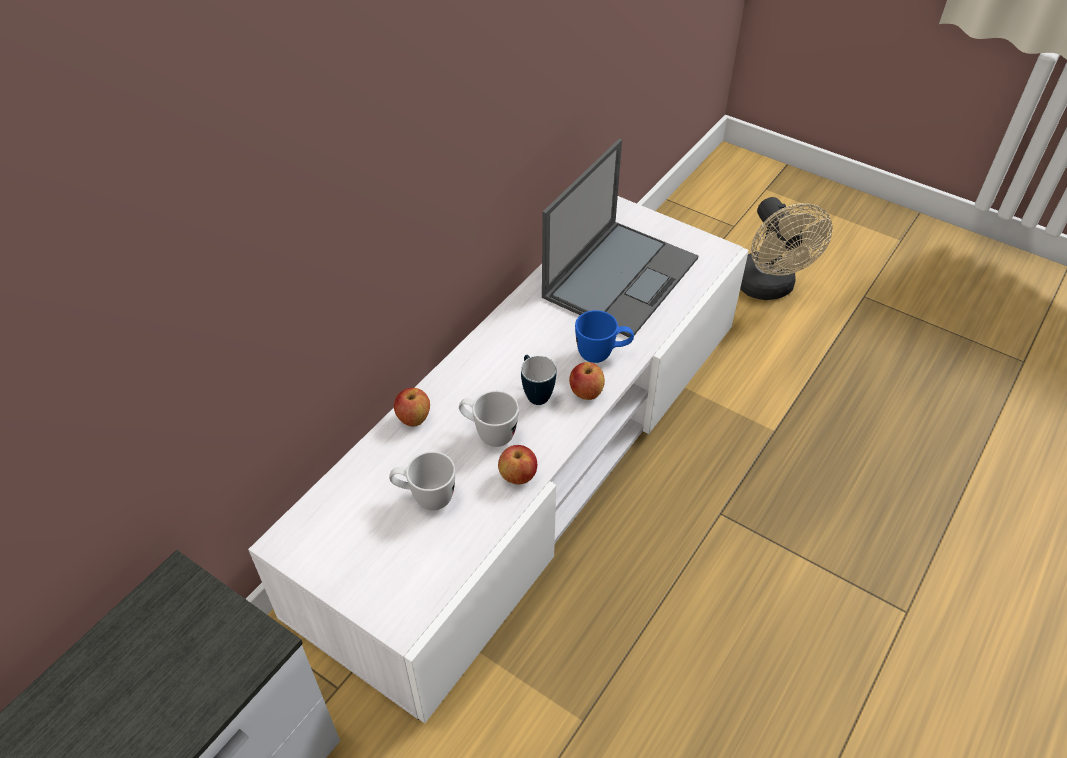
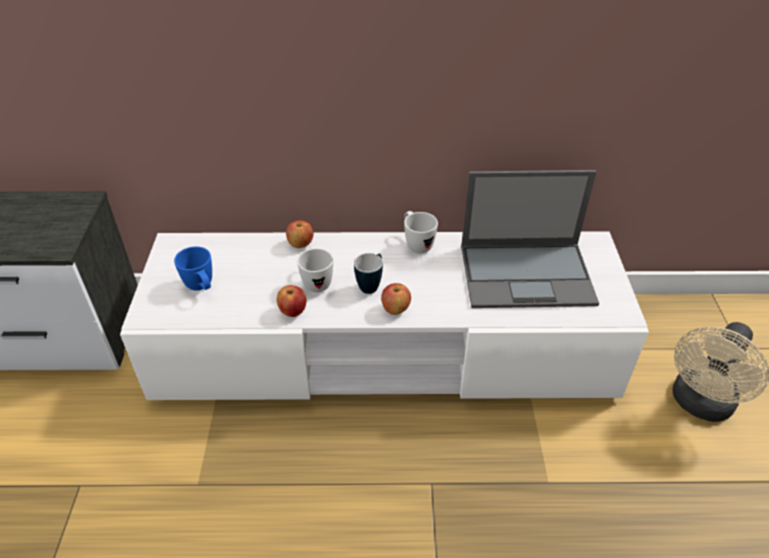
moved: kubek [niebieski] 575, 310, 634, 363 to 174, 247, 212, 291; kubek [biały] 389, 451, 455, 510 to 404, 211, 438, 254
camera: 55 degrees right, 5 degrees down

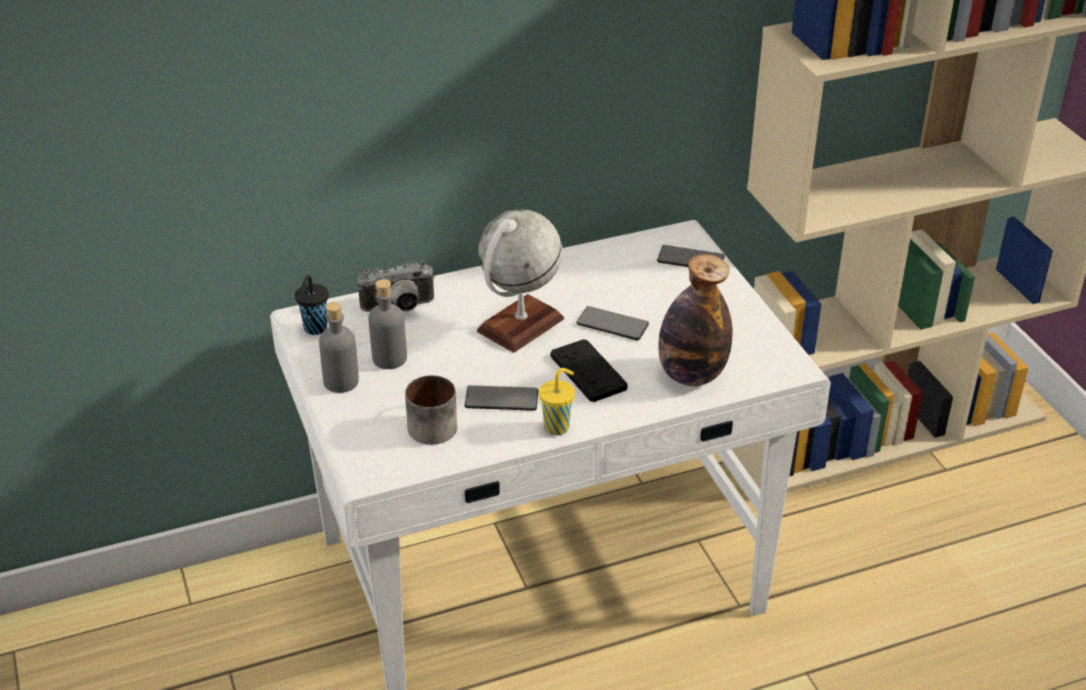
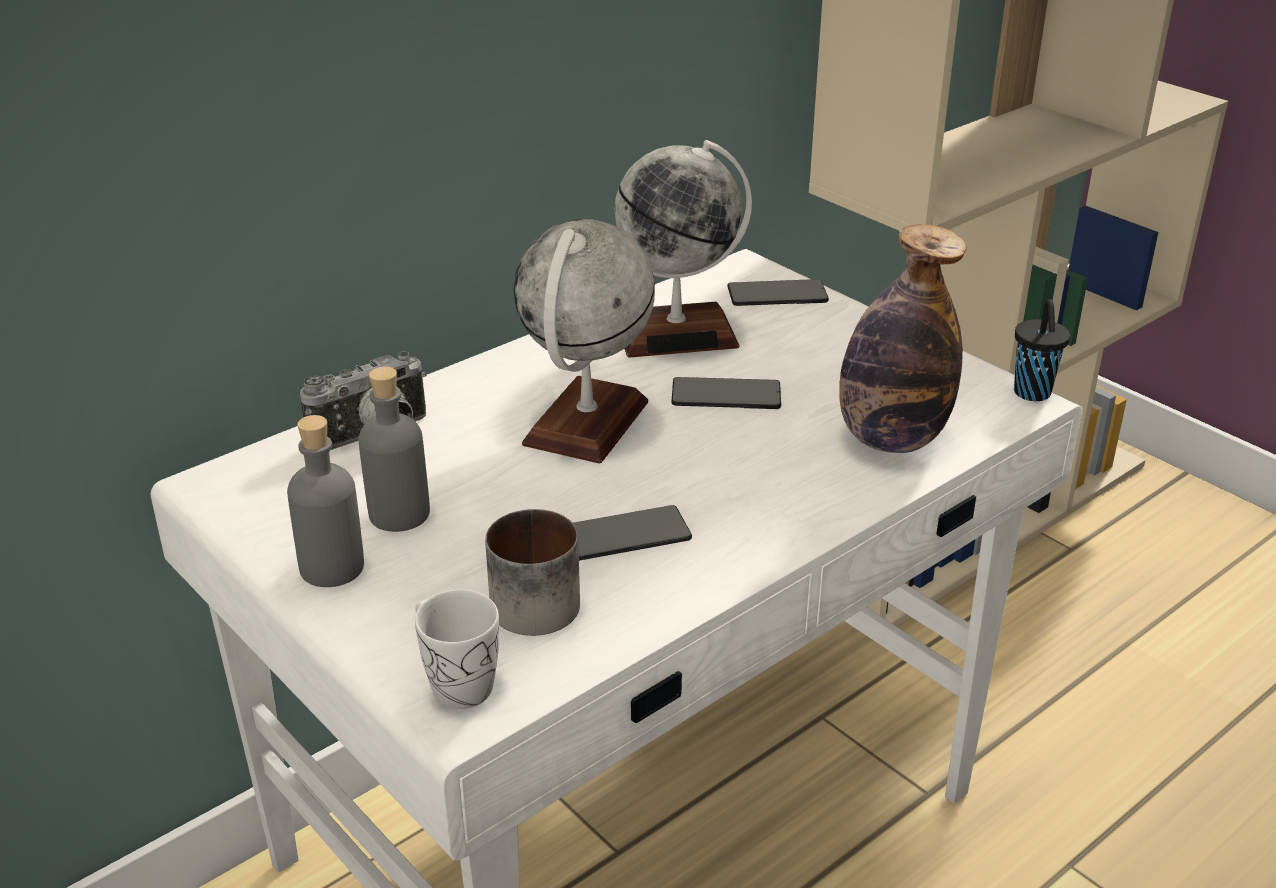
removed: filiżanka [żółty] 539, 368, 575, 435; pad do gier [czarny] 551, 339, 628, 402
added: kubek [biały] 415, 590, 499, 709; globus 615, 140, 752, 358
moved: filiżanka [czarny] 295, 275, 329, 335 to 1014, 299, 1070, 401
camera: 20 degrees left, 5 degrees down

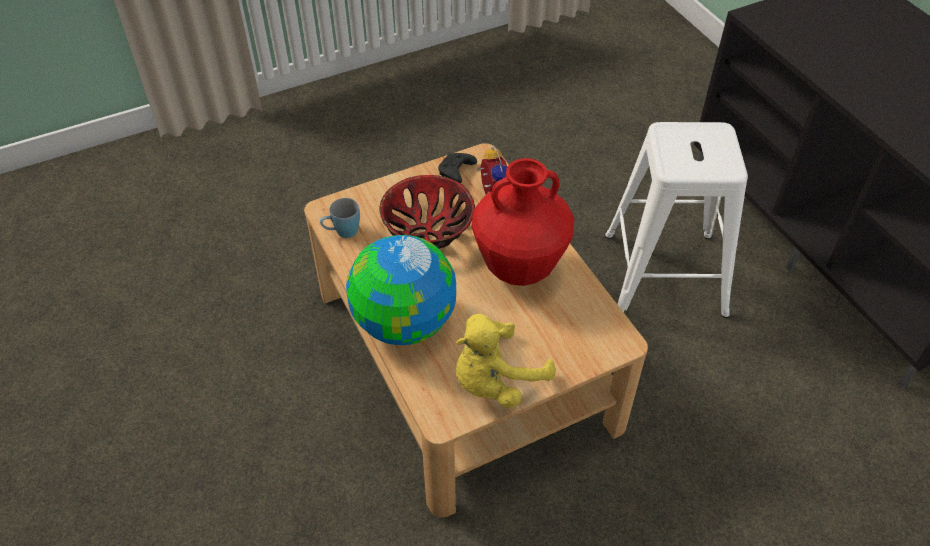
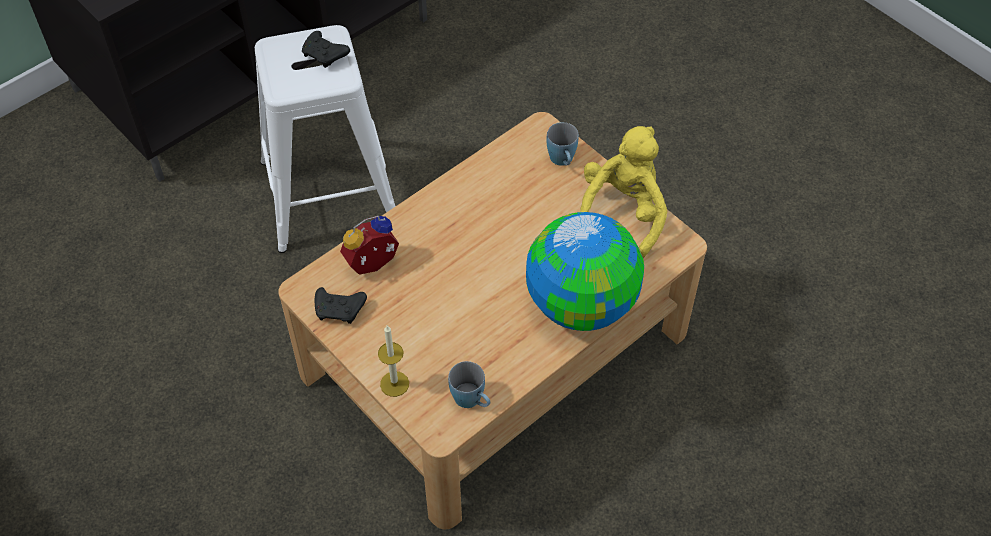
removed: miska 379, 175, 475, 249; wazon [czerwony] 472, 158, 574, 286
added: pad do gier [czarny] 302, 31, 350, 68; świeca 378, 326, 409, 397; kubek [niebieski] 547, 122, 579, 166
turned: pluszak [żółty] 456, 314, 556, 408 = 580, 126, 667, 258 105 degrees counterclockwise
camera: 105 degrees left, 5 degrees up

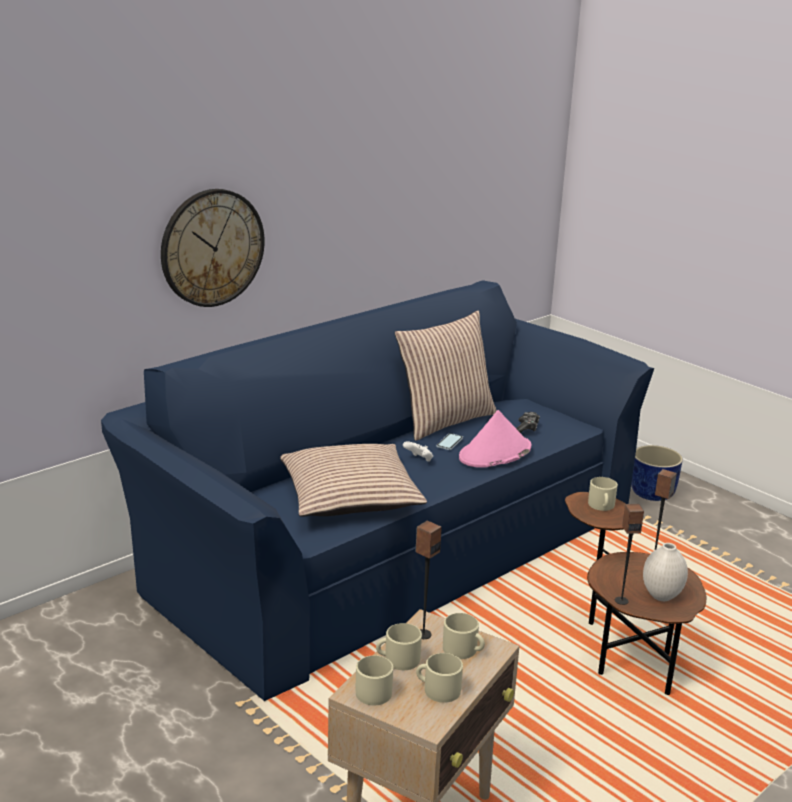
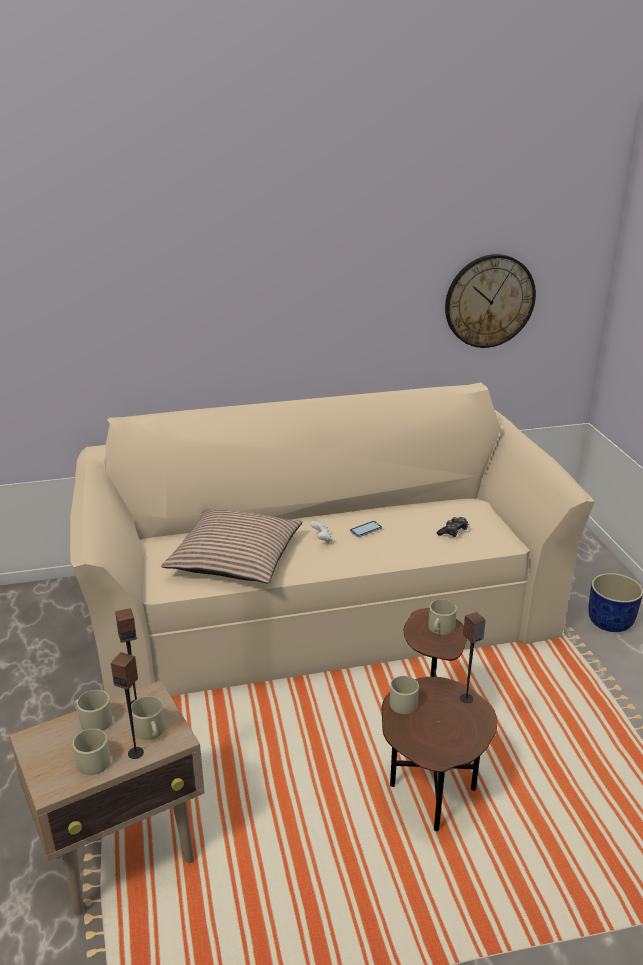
removed: poduszka 395, 310, 497, 441; kapelusz [różowy] 459, 410, 532, 468; wazon [biały] 643, 543, 688, 601
moved: głośnik 615, 504, 644, 605 to 111, 652, 144, 759; kubek [beżowy] 356, 655, 393, 705 to 390, 676, 419, 714; zegar ścienny 161, 189, 265, 307 to 445, 254, 536, 348
recoloured: kanapa [niebieski] 101, 280, 654, 701 to kanapa [beżowy] 70, 382, 595, 698
camera: 30 degrees right, 5 degrees up

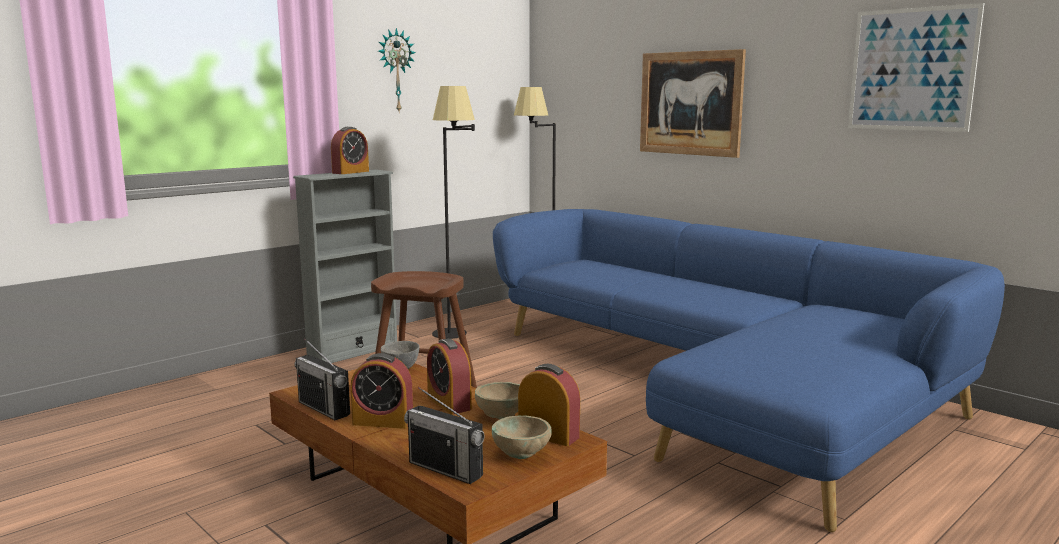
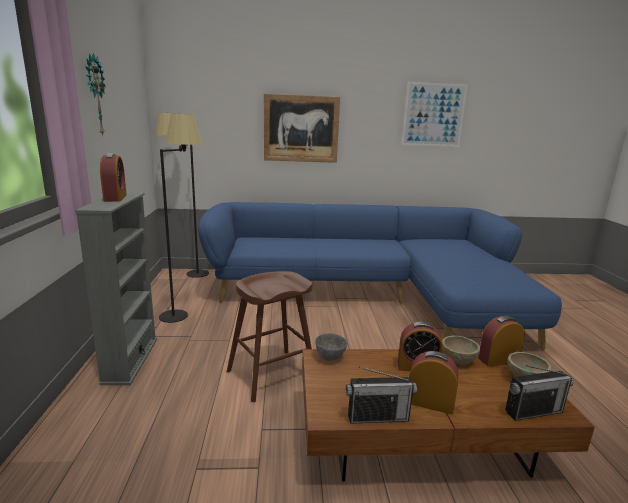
turned: budzik 350, 353, 413, 429 = 409, 351, 458, 415 120 degrees counterclockwise
camera: 50 degrees left, 5 degrees up

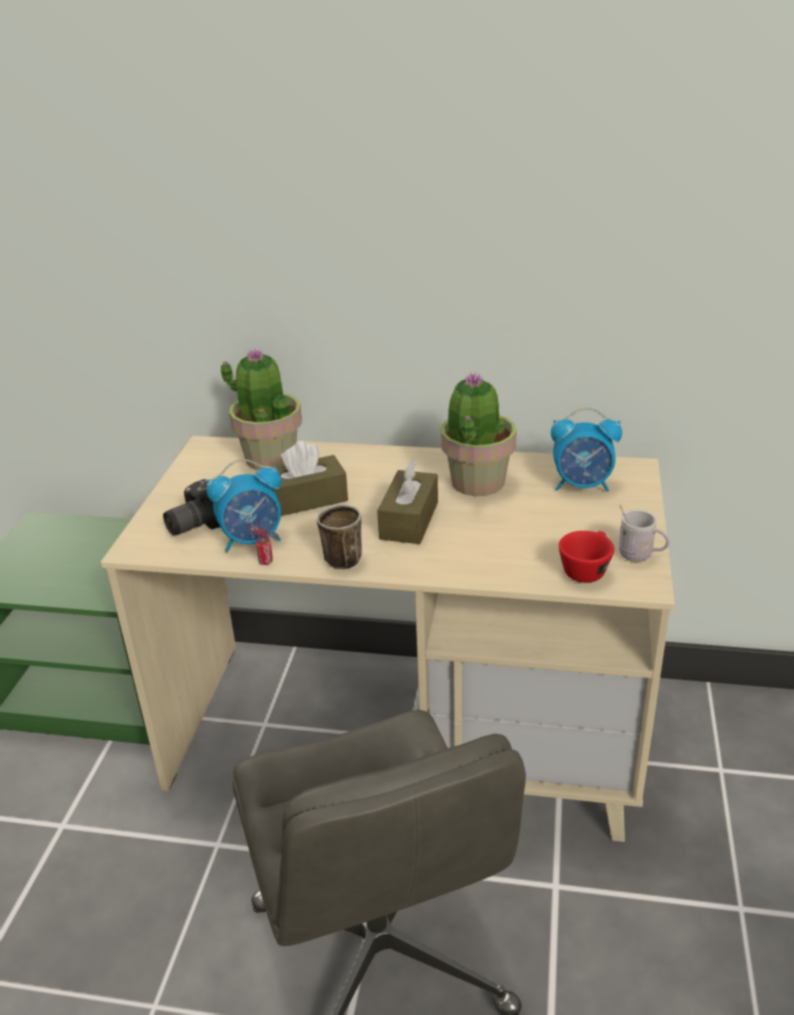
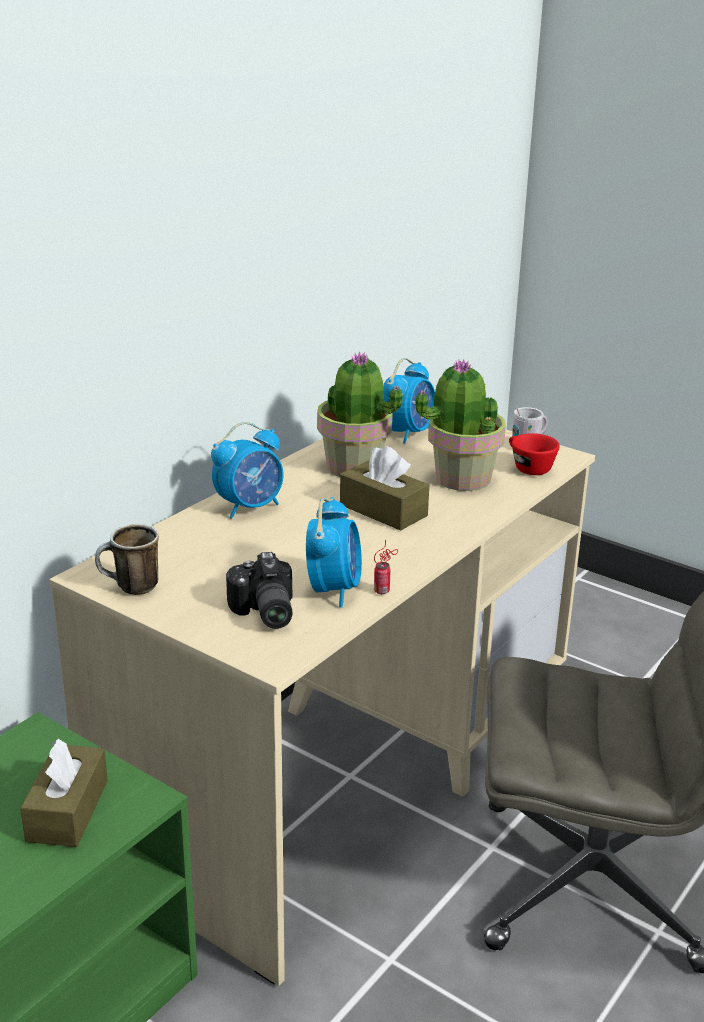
added: budzik 211, 422, 284, 519
moved: pudełko chusteczek [brązowy] 272, 441, 348, 516 to 20, 739, 108, 847; kubek 317, 504, 362, 569 to 95, 524, 159, 595; roślina doniczkowa 221, 349, 302, 470 to 415, 360, 506, 491
camera: 65 degrees left, 5 degrees down

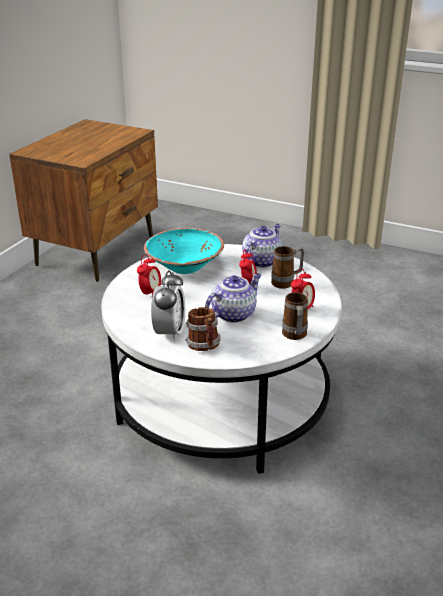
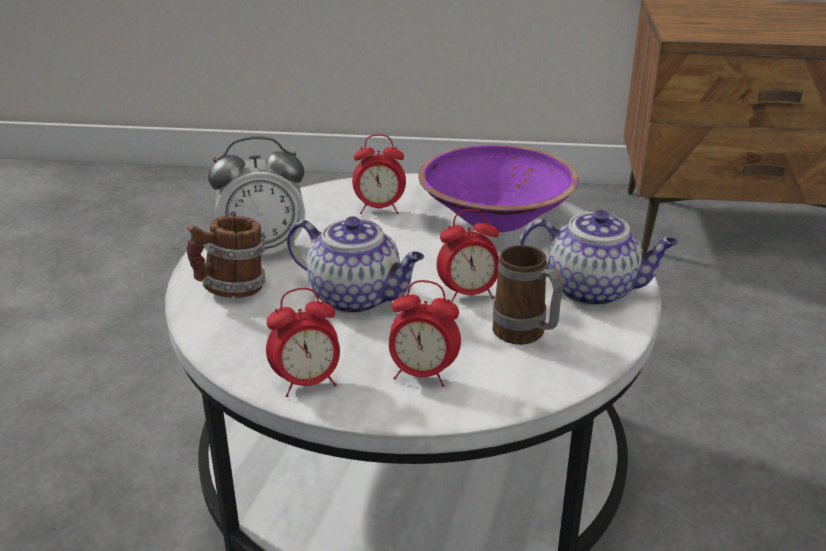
replaced: kubek 282, 292, 308, 340 to budzik 266, 288, 340, 397
recoloured: miska [turkusowy] 144, 228, 224, 274 to miska [fioletowy] 418, 145, 579, 232
camera: 70 degrees right, 0 degrees up

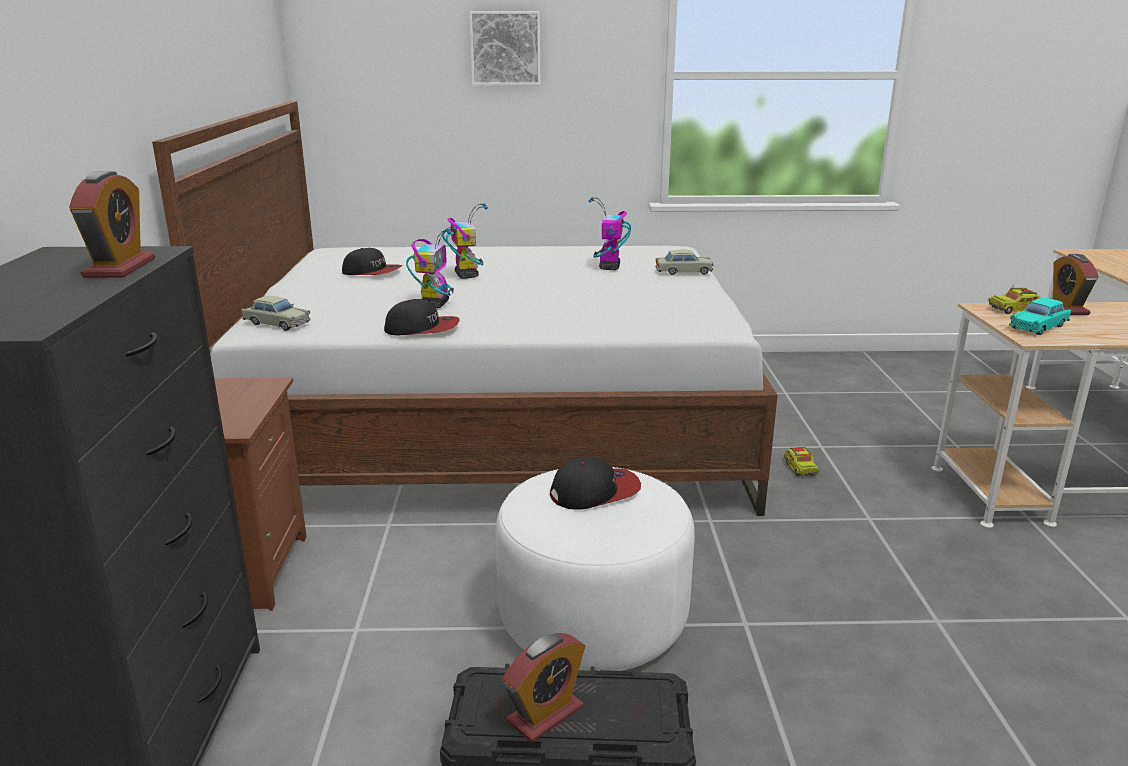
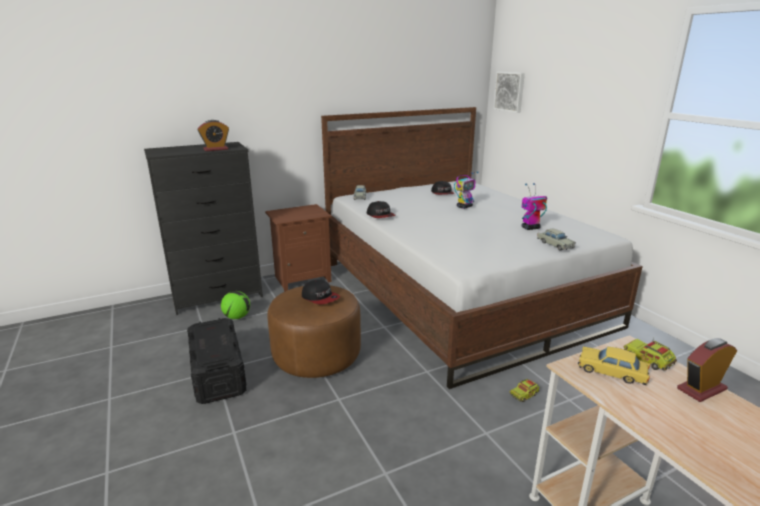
removed: robot zabawkowy 406, 227, 457, 308; budzik 502, 633, 585, 742
added: piłka futbolowa 221, 291, 250, 319
moved: obraz 469, 11, 541, 86 to 493, 72, 525, 113
recoloured: pufa [biały] 496, 467, 695, 671 to pufa [brązowy] 267, 285, 361, 378; samochodzik [turkusowy] 1009, 298, 1072, 335 to samochodzik [żółty] 578, 346, 651, 385
camera: 65 degrees right, 0 degrees up

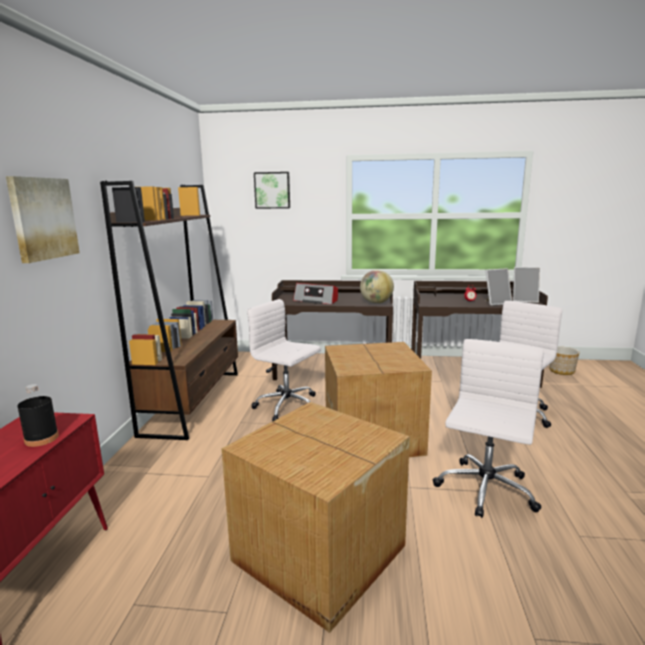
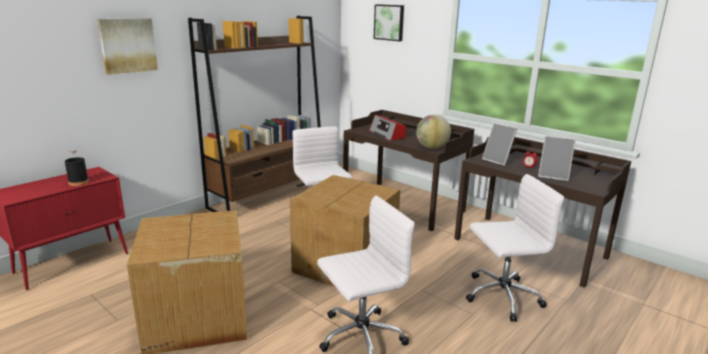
removed: donica 549, 346, 580, 375
moved: ramka na zdjęcie 513, 267, 540, 303 to 482, 122, 518, 166
camera: 35 degrees right, 5 degrees up

